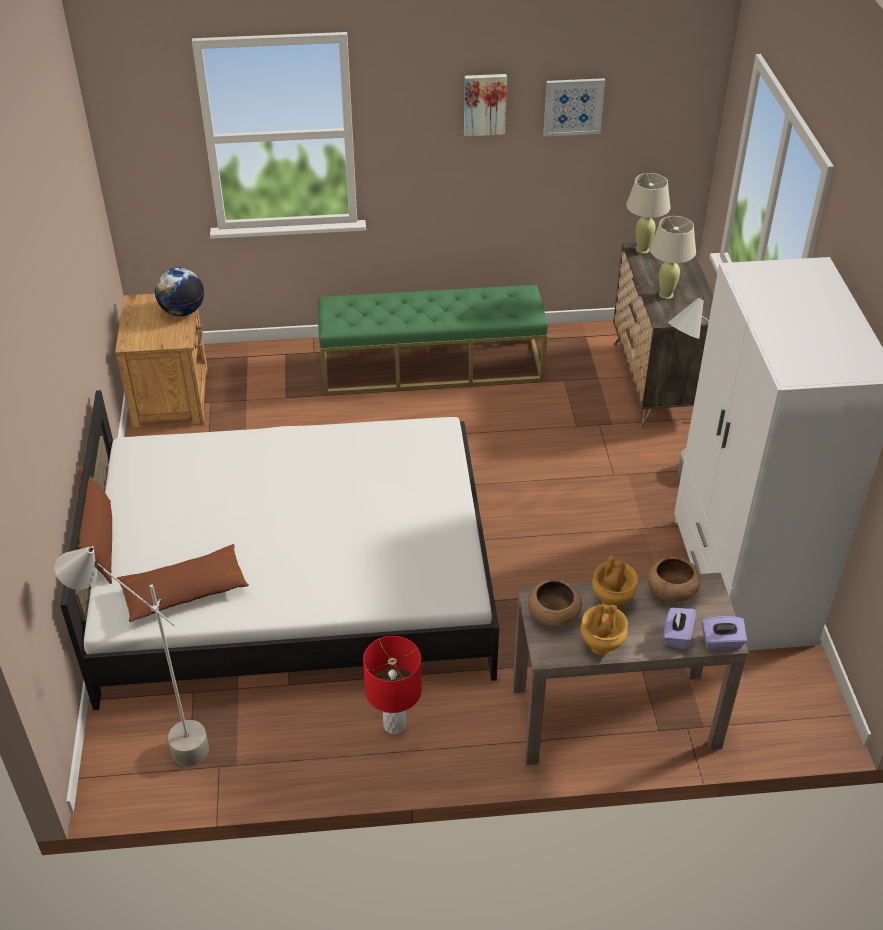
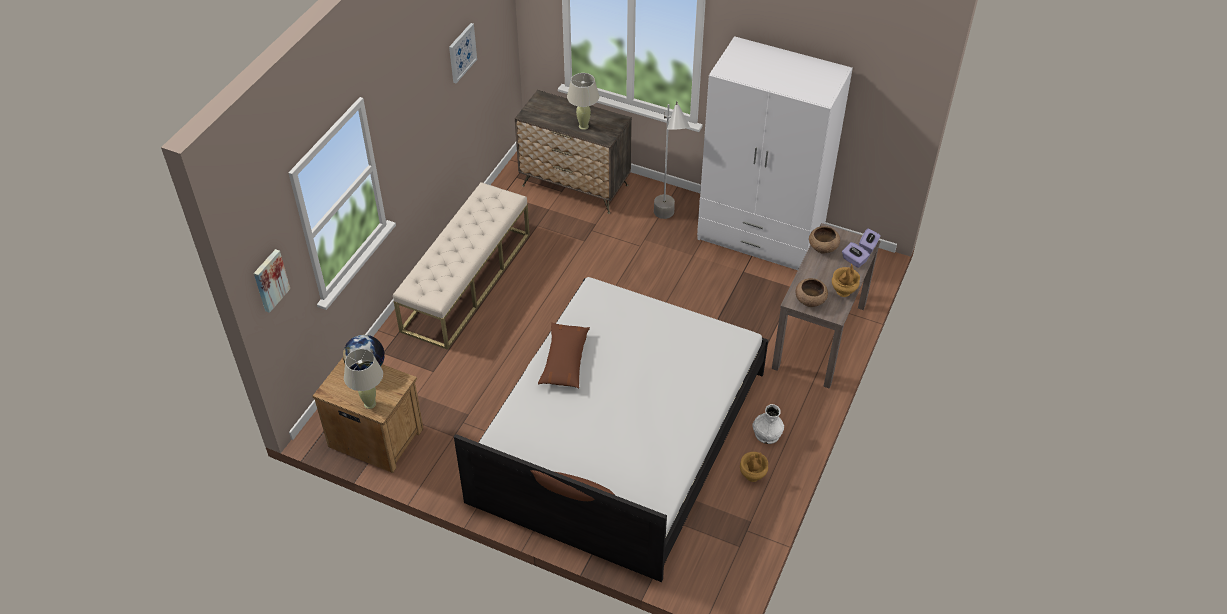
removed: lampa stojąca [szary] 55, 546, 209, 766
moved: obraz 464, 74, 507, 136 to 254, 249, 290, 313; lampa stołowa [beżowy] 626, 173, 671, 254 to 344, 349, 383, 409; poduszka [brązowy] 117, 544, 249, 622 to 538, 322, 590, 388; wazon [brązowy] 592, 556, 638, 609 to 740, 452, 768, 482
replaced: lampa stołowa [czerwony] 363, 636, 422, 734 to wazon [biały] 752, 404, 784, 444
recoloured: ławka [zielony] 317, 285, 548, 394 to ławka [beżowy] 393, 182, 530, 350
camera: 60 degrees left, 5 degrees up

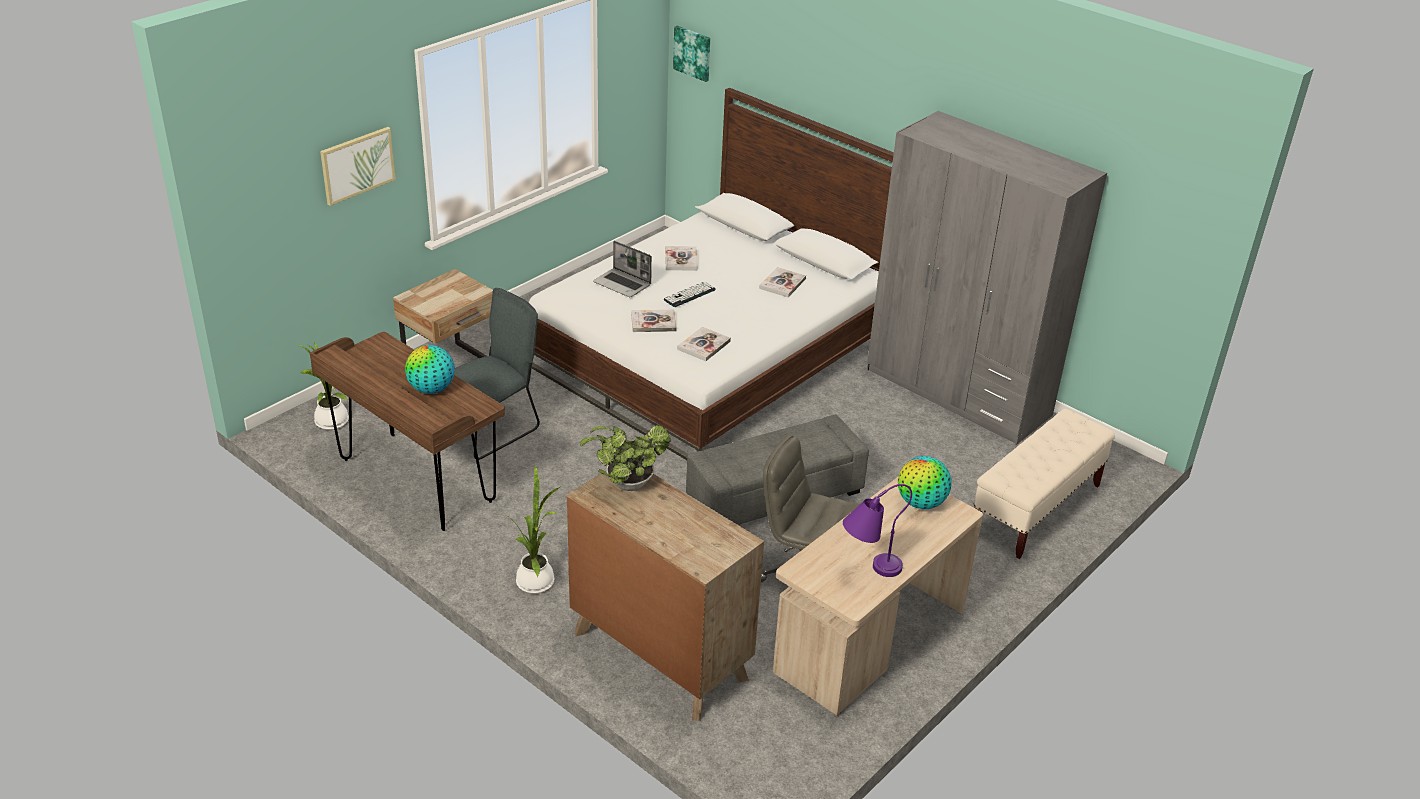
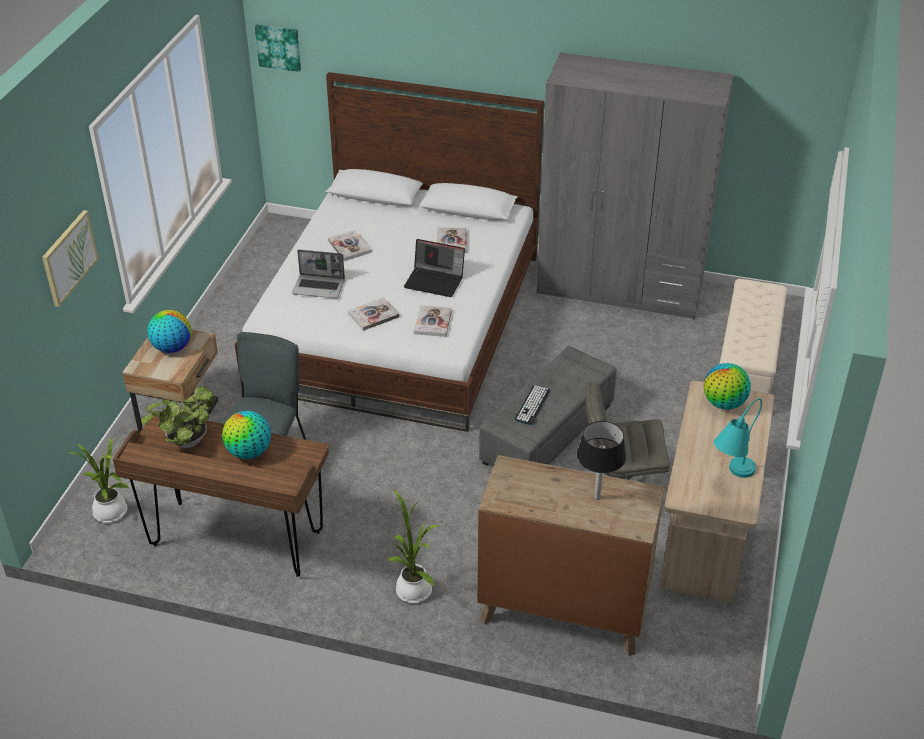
added: globus 147, 310, 191, 353; laptop 404, 239, 465, 297; lampa stołowa [czarny] 577, 421, 626, 500
moved: roślina doniczkowa 580, 425, 671, 491 to 141, 386, 214, 448; klawiatura 664, 282, 716, 307 to 515, 385, 550, 425
recoloured: lampa stołowa [fioletowy] 843, 484, 912, 577 to lampa stołowa [turkusowy] 714, 398, 762, 478
camera: 25 degrees left, 5 degrees up

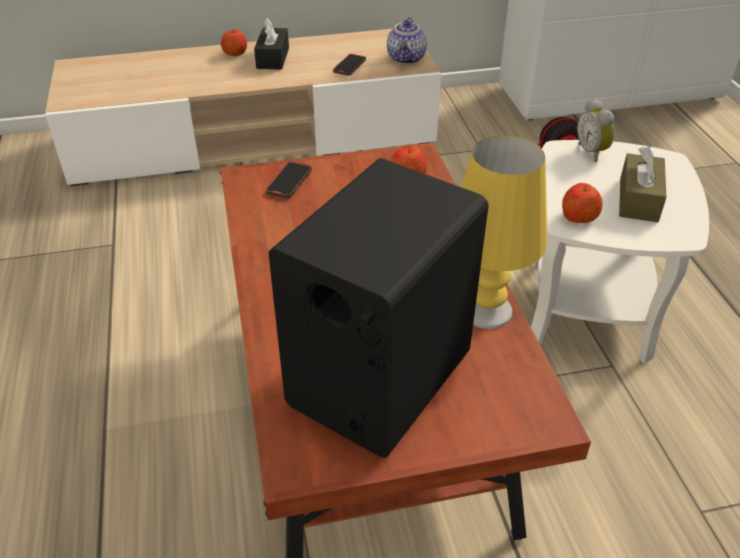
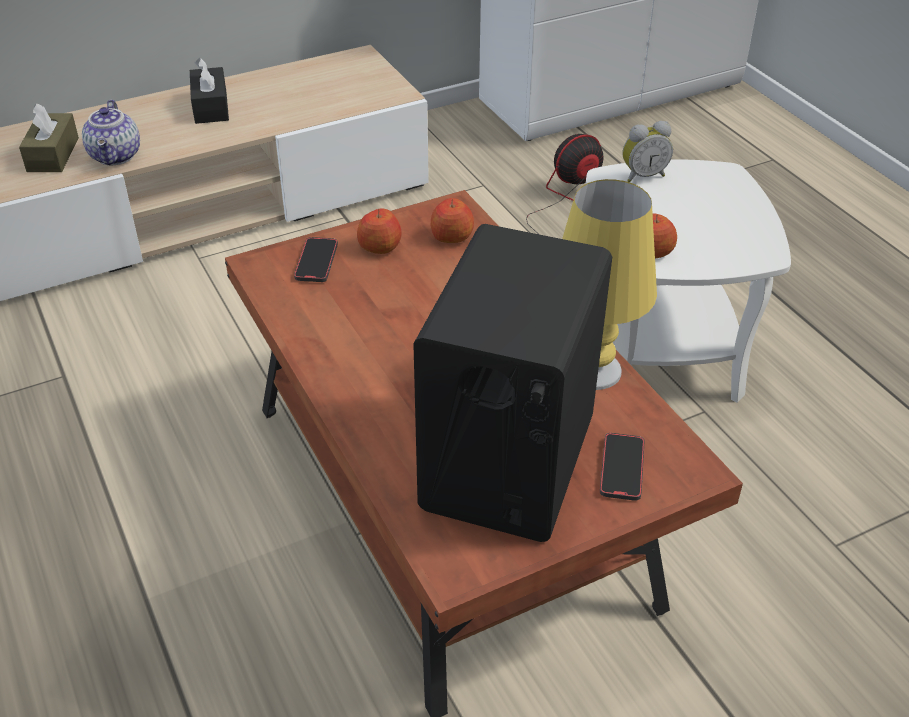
moved: pudełko chusteczek [brązowy] 619, 147, 666, 222 to 19, 103, 79, 172; imbryk 387, 17, 427, 65 to 82, 100, 140, 165; jabłko 221, 30, 247, 56 to 357, 209, 402, 254; telefon 333, 54, 366, 76 to 600, 433, 644, 501
turned: budzik 577, 99, 615, 162 = 623, 121, 673, 183 75 degrees counterclockwise
camera: 15 degrees left, 0 degrees up

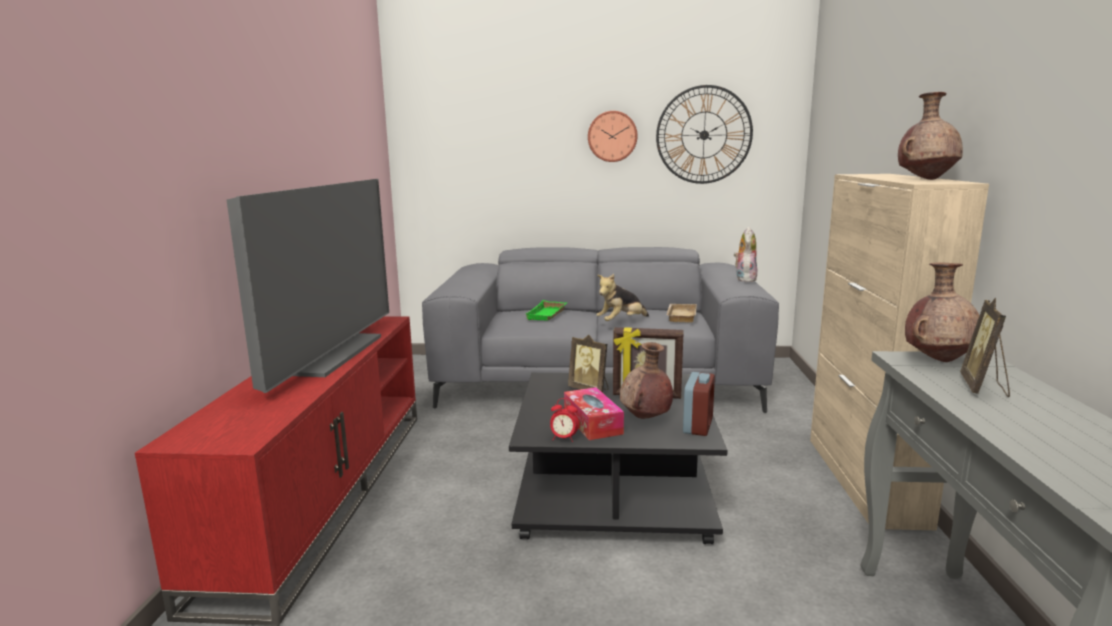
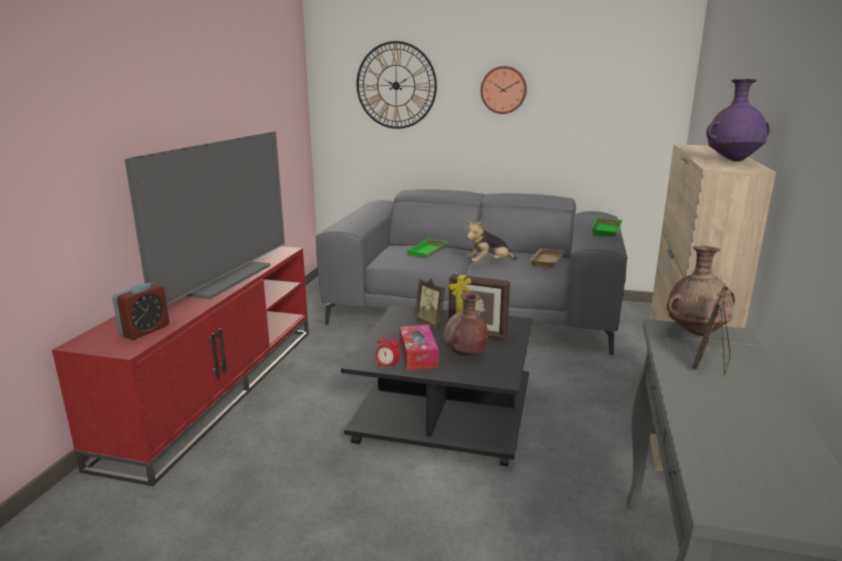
moved: budzik 683, 372, 715, 436 to 112, 283, 169, 340; zegar ścienny 656, 85, 753, 184 to 357, 41, 437, 129
replaced: pluszak 734, 227, 757, 282 to taca [zielony] 591, 217, 622, 237
recoloured: wazon [brązowy] 898, 92, 963, 180 to wazon [fioletowy] 706, 79, 769, 162
camera: 10 degrees right, 5 degrees up

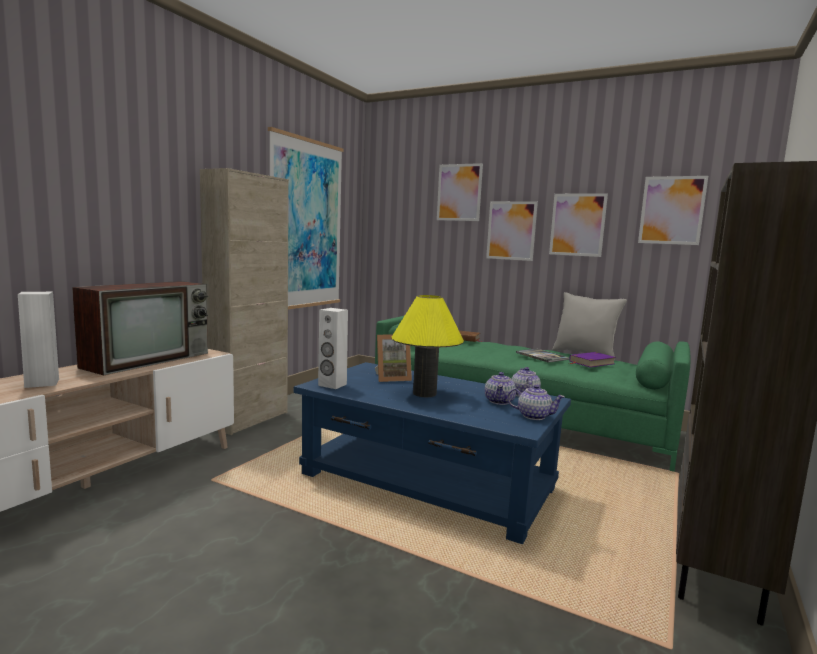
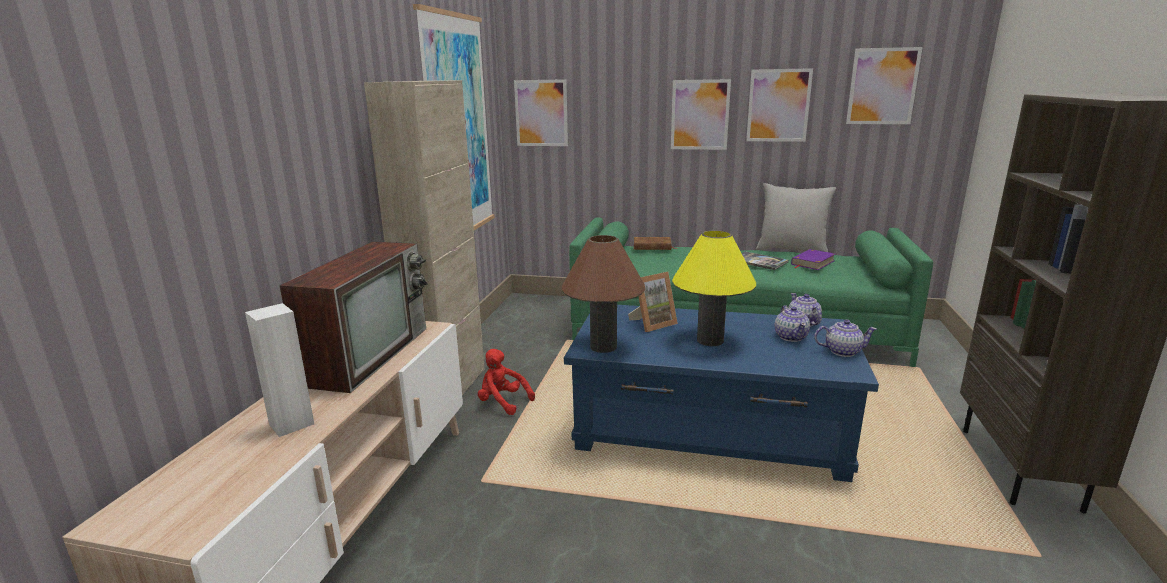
added: pluszak [czerwony] 478, 349, 535, 415
moved: obraz 437, 163, 483, 221 to 514, 79, 568, 146
replaced: głośnik [biały] 318, 308, 348, 389 to lampa stołowa [brązowy] 562, 235, 645, 353
camera: 15 degrees left, 10 degrees up

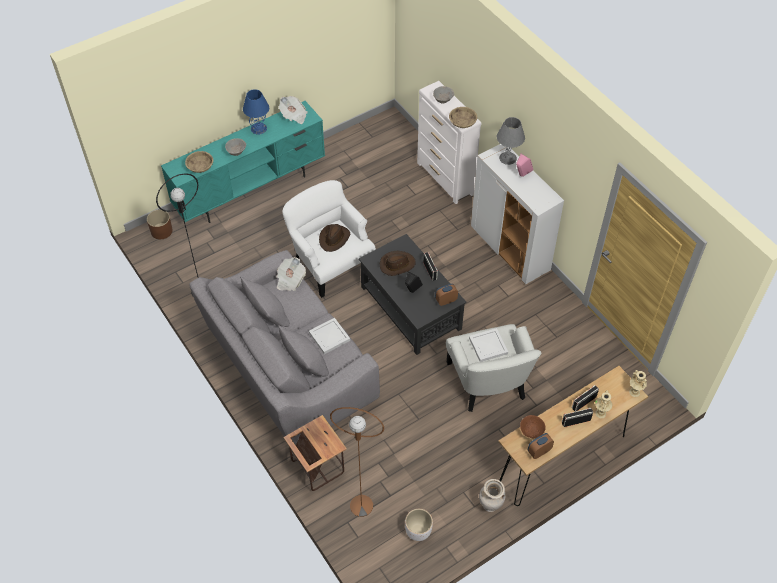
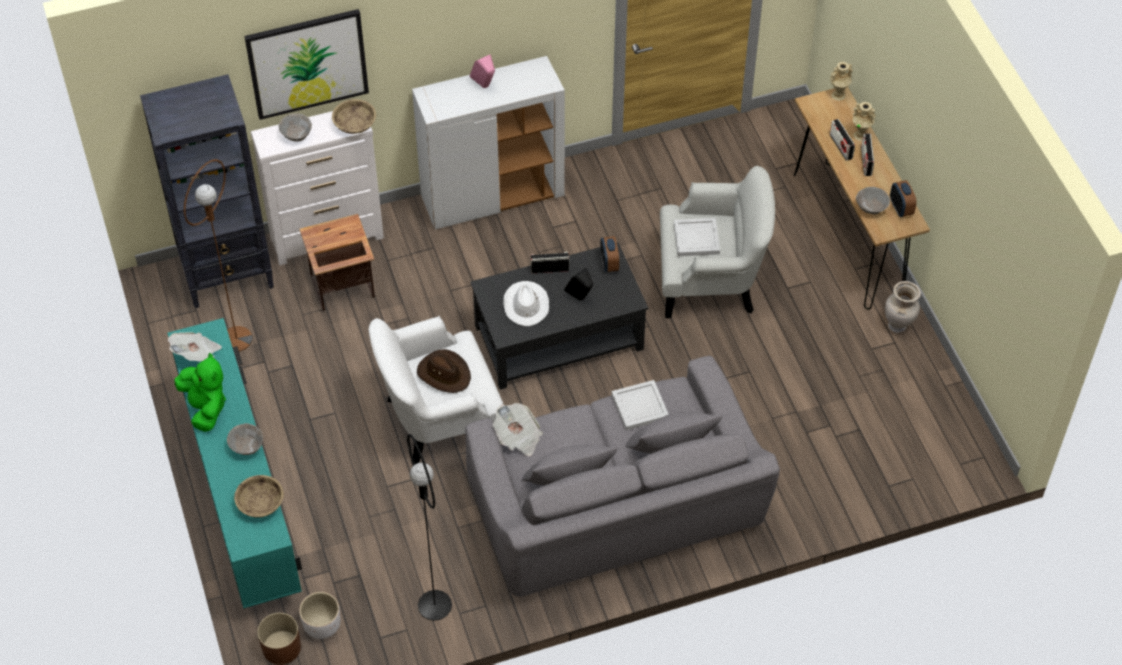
removed: lampa stołowa [szary] 497, 117, 525, 165
added: regał [czarny] 140, 74, 274, 308; obraz 244, 9, 369, 120
moved: lampa stojąca [brązowy] 330, 407, 384, 517 to 184, 159, 252, 351; stolik 284, 415, 347, 491 to 299, 214, 375, 311; donica [biały] 405, 509, 433, 541 to 299, 592, 341, 639
replaced: lampa stołowa [niebieski] 243, 89, 269, 135 to pluszak [zielony] 174, 352, 226, 432
recoloured: kapelusz [brązowy] 380, 251, 416, 276 to kapelusz [biały] 503, 281, 549, 326; miska [brązowy] 520, 415, 545, 438 to miska [szary] 856, 187, 890, 215
camera: 75 degrees left, 0 degrees up

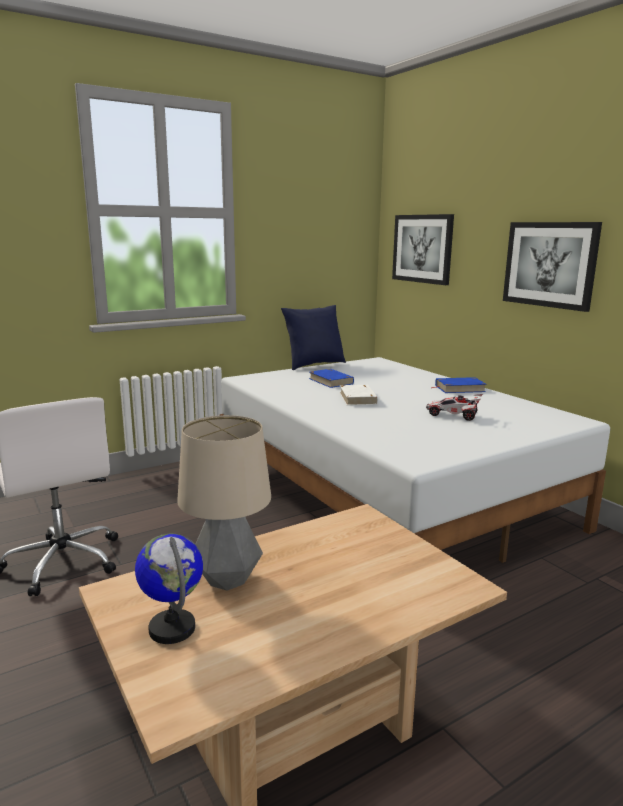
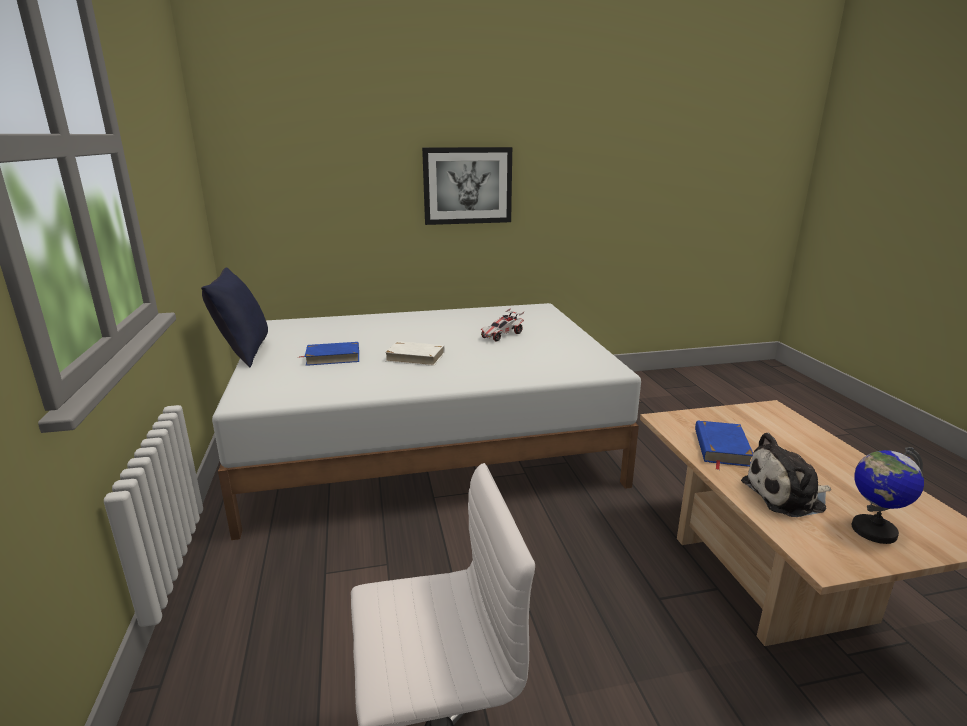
removed: obraz 392, 214, 454, 285
moved: książka [niebieski] 430, 377, 487, 393 to 695, 420, 753, 470
replaced: lampa stołowa 177, 415, 271, 591 to pluszak 741, 433, 831, 517
camera: 70 degrees left, 5 degrees up

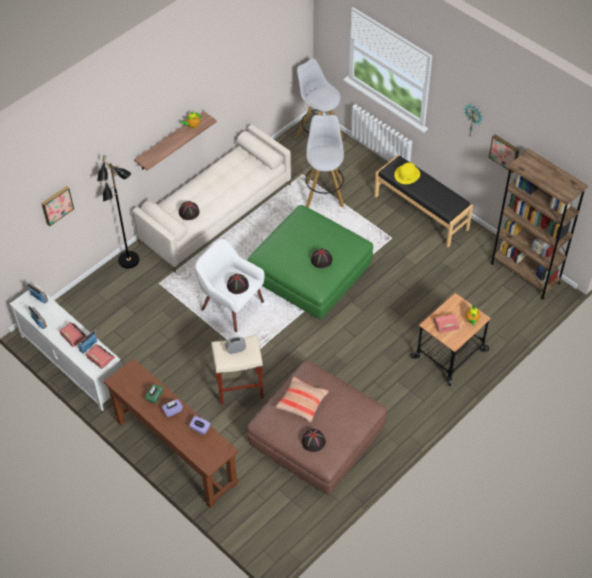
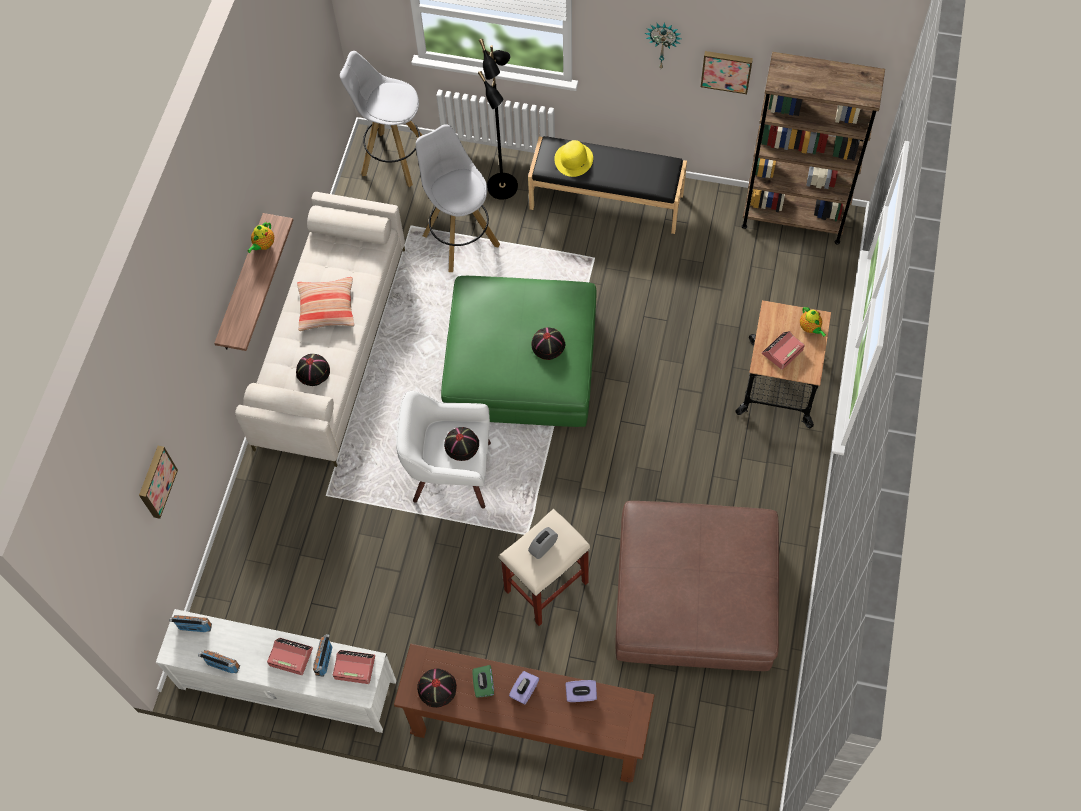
moved: poduszka 276, 377, 329, 422 to 297, 277, 355, 331; kapelusz [czarny] 302, 429, 326, 452 to 417, 668, 457, 708; lampa stojąca [czarny] 97, 155, 139, 268 to 478, 39, 518, 200
camera: 30 degrees left, 10 degrees up

